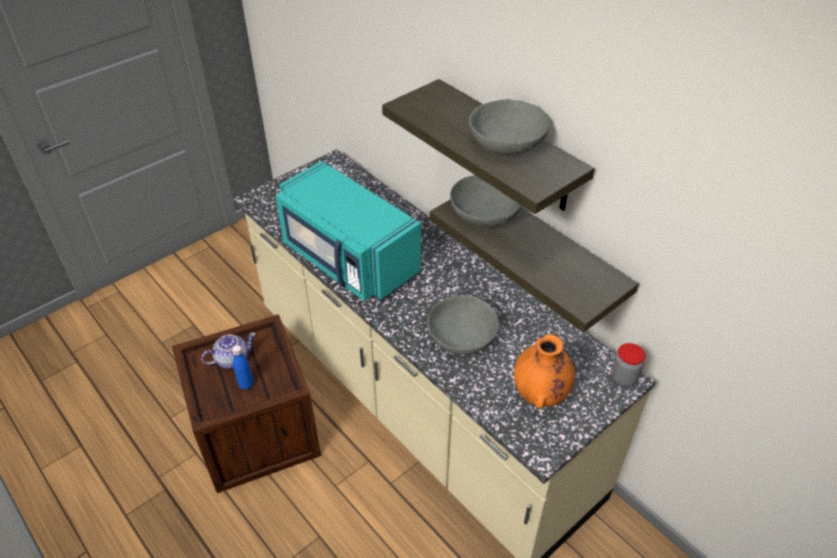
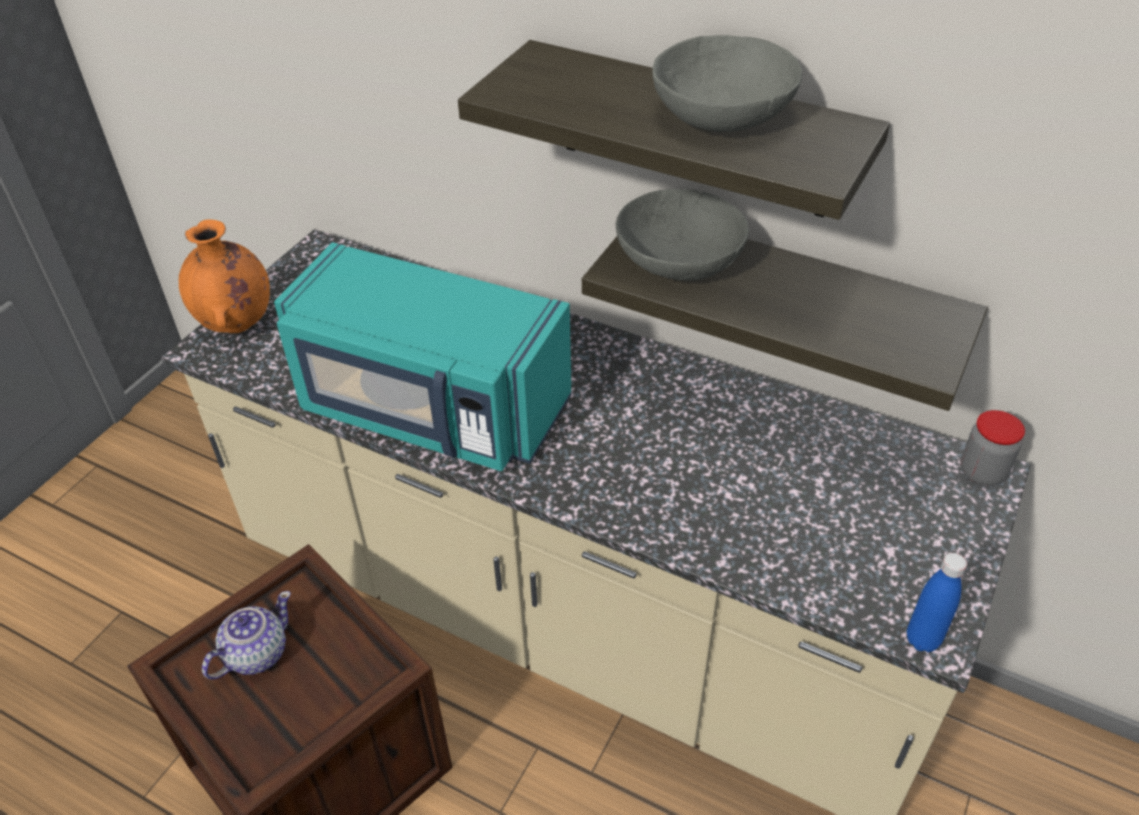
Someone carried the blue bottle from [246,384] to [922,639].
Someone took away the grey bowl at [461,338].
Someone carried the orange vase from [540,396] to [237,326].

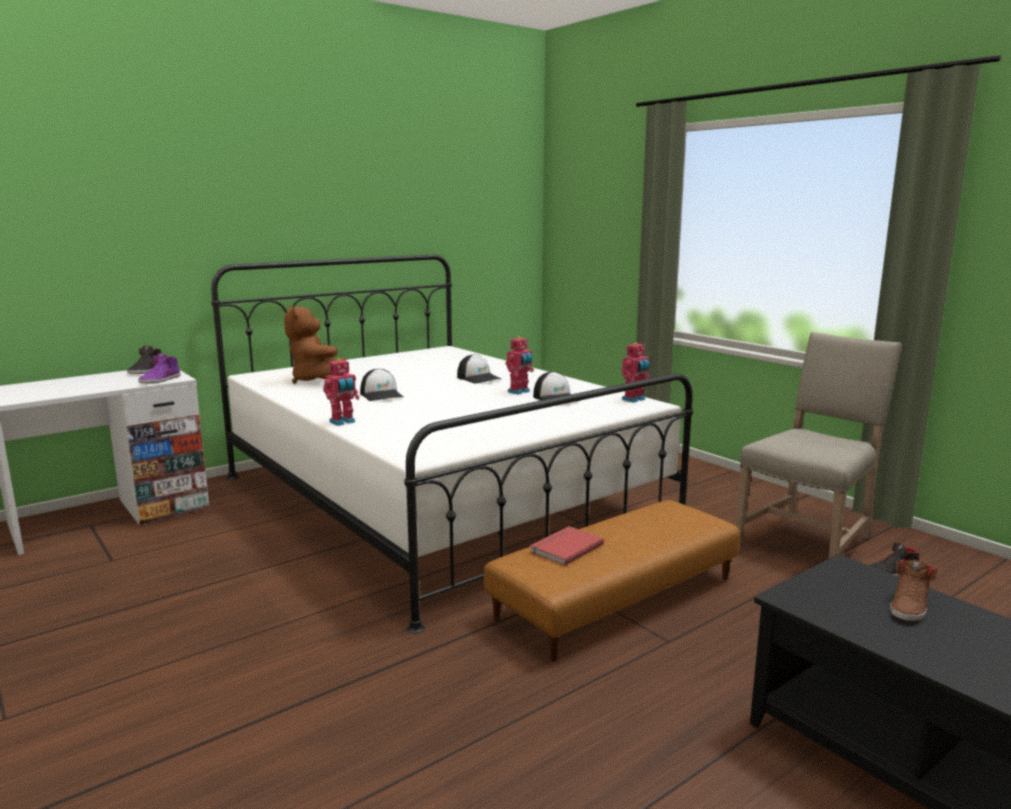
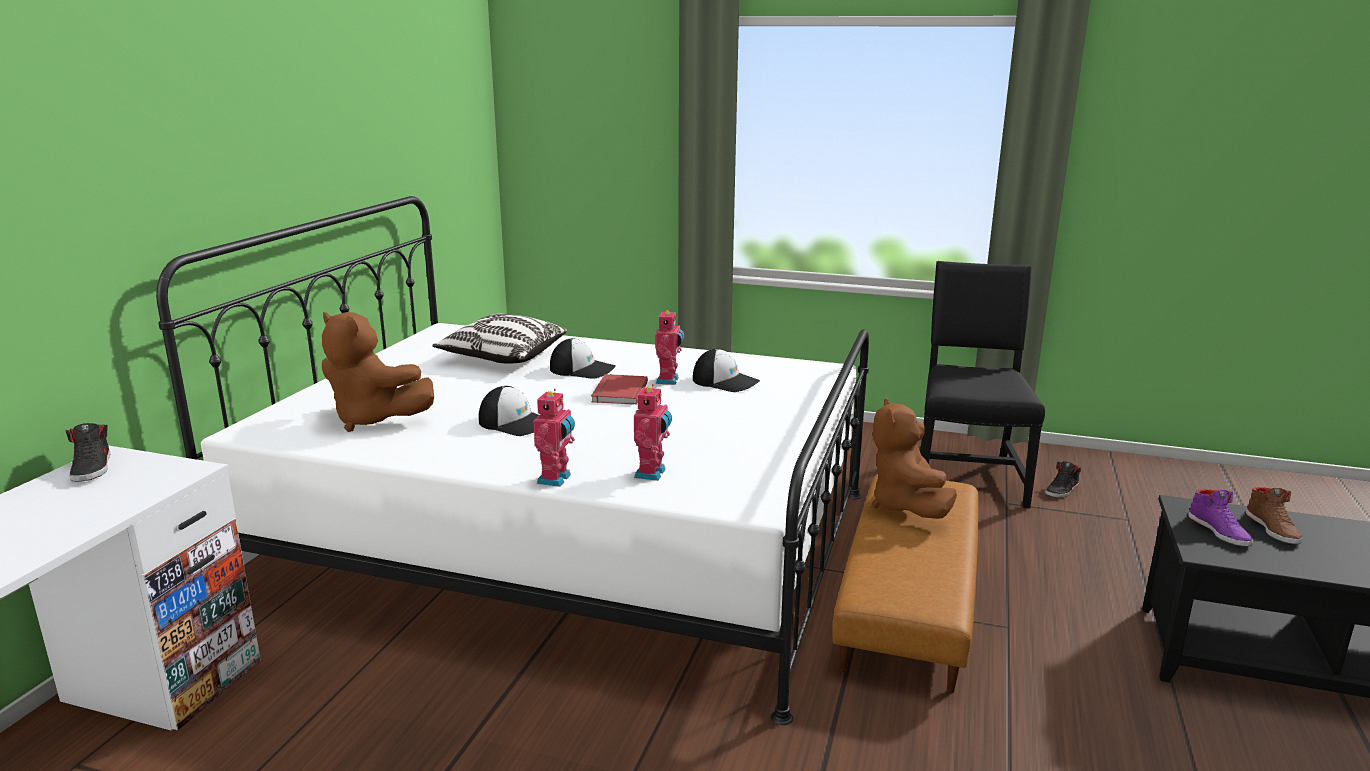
Someone carried the purple shoe from [160,380] to [1219,531].
Someone carried the red book from [565,547] to [617,392].
Someone carried the toy robot from [634,400] to [652,473].
Someone repainted the beige chair at [808,539], which became the black chair at [966,476].
Someone put down the pillow at [503,356].
Someone put down the brown plush toy at [906,506].

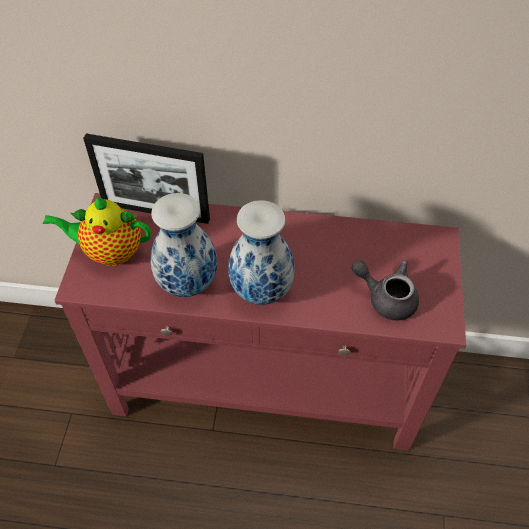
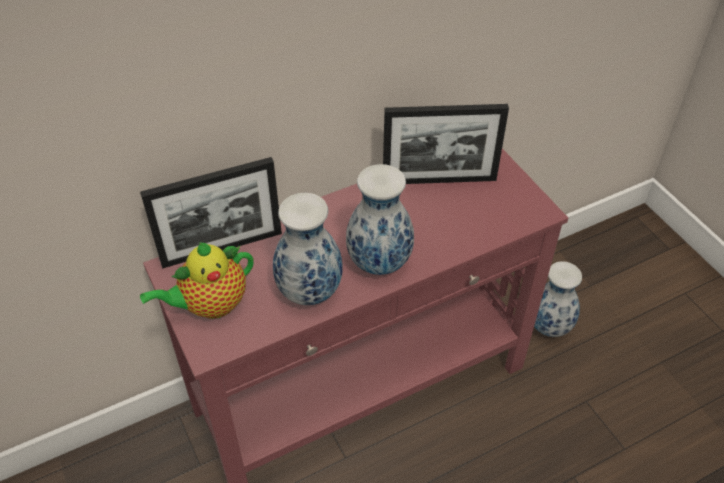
Someone took away the grey teapot at [386,298].
Someone put down the picture frame at [439,180].
Someone put down the vase at [550,327].

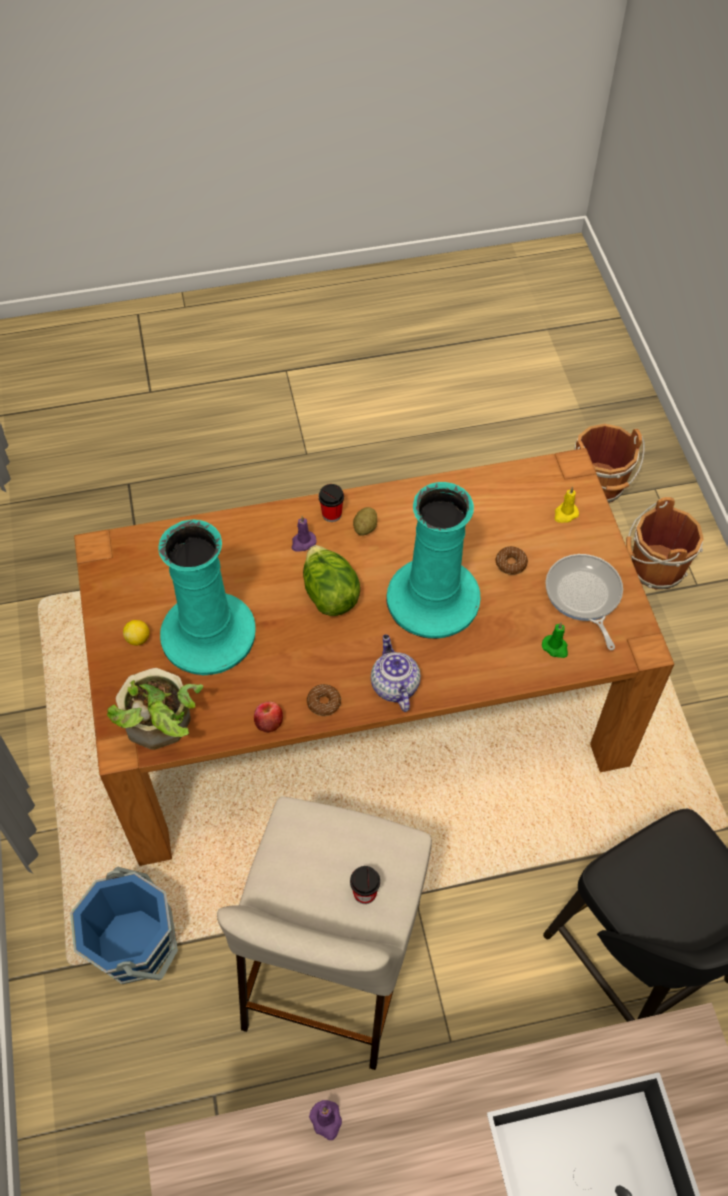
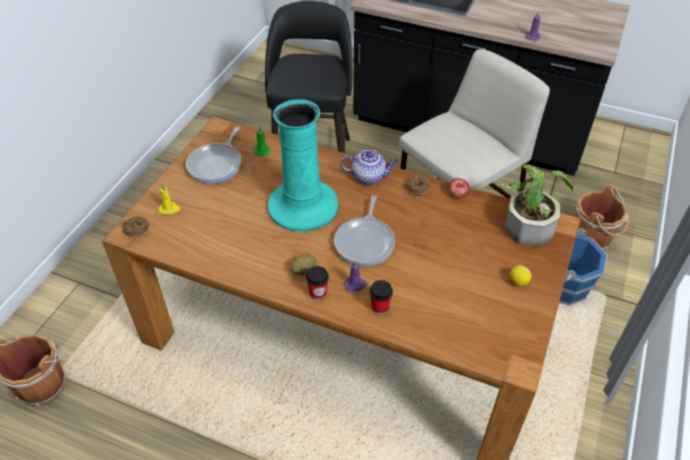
Someone took away the turquoise vase at [208,633].
Someone swapped the lettuce at [329,594] for the frying pan at [365,242].
Someone carried the cup from [365,893] to [380,307].
Someone rotated the teapot at [394,685] by 105 degrees counterclockwise.
Someone carried the donut from [511,563] to [136,230].
Someone carried the brown bucket from [654,568] to [592,238].

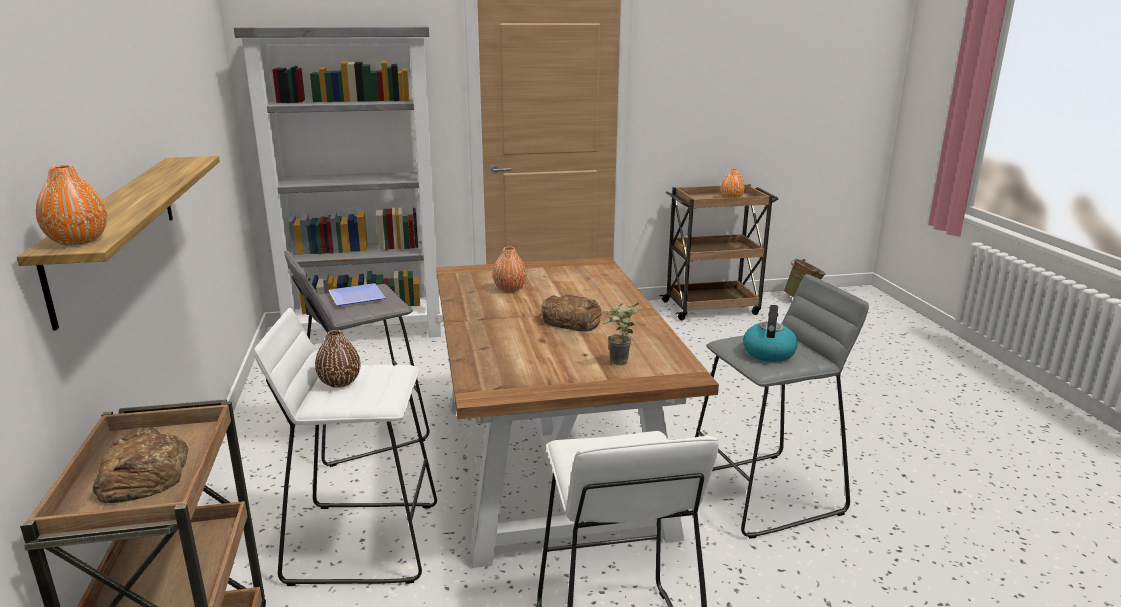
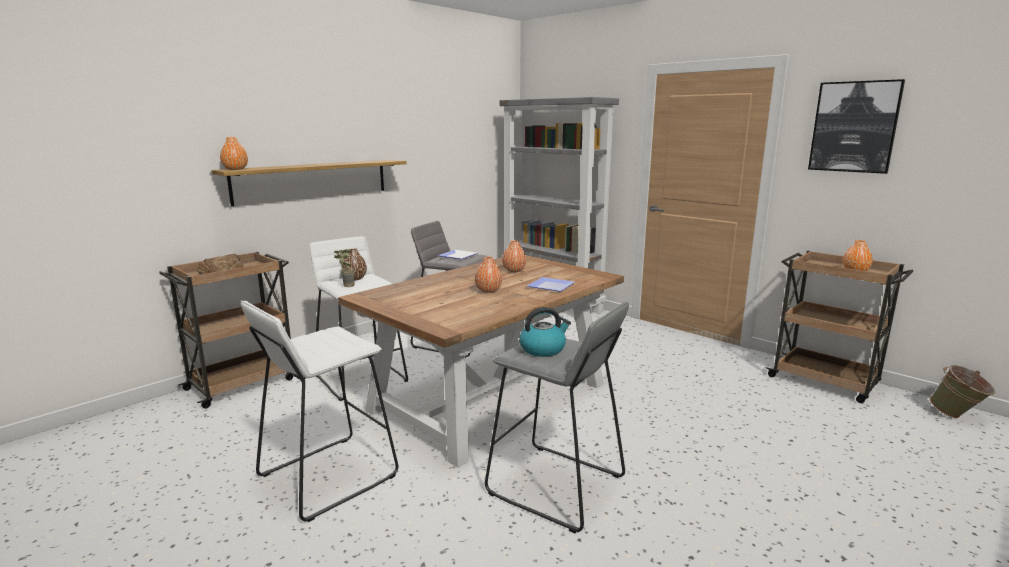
Someone swapped the bread at [571,320] for the orange vase at [488,290].
Someone carried the potted plant from [617,364] to [345,286].
Someone put down the plate at [551,287].
Someone put up the picture at [854,127].

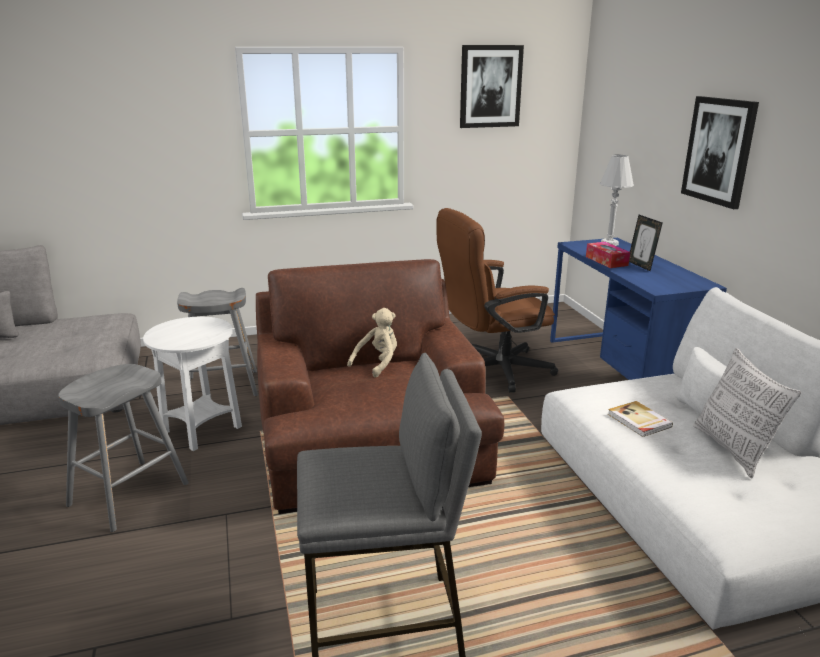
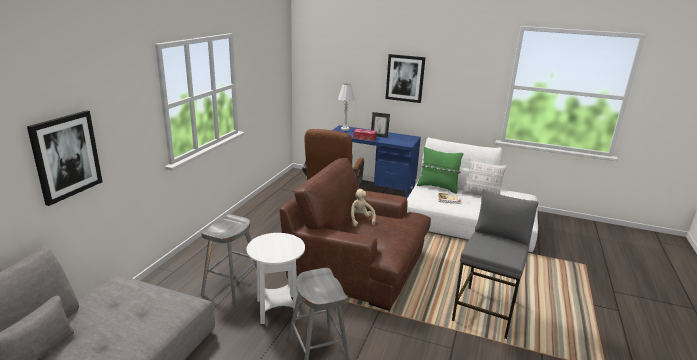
Someone carried the picture from [490,86] to [66,156].
Someone put down the green pillow at [438,187].

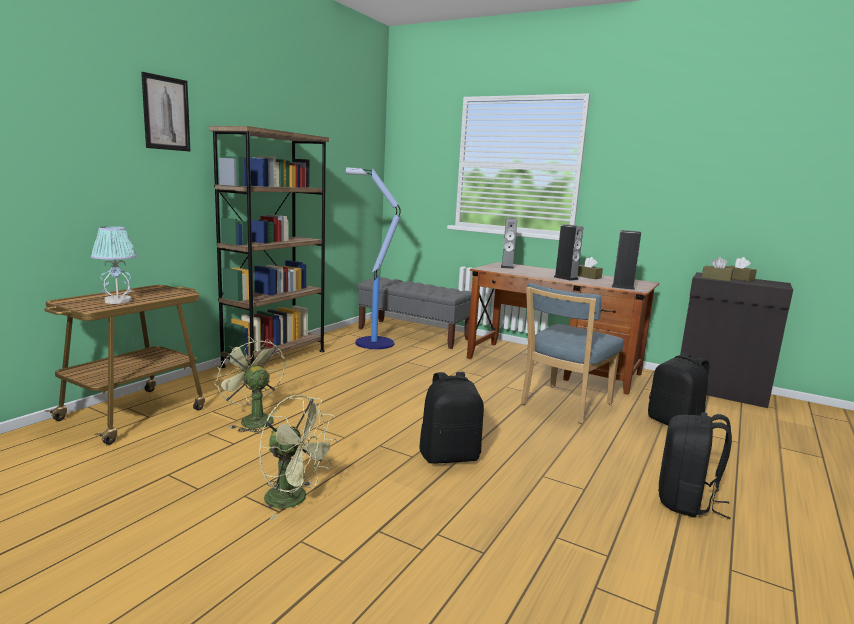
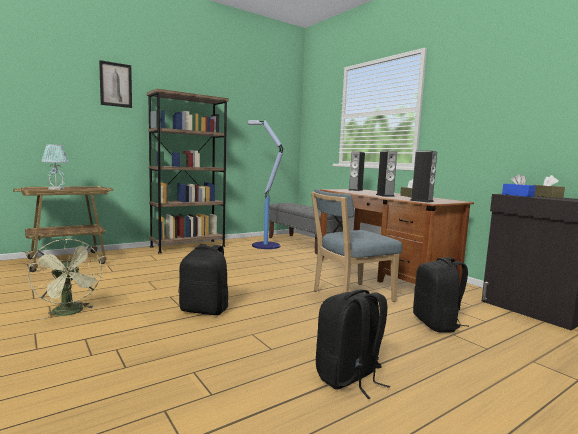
Someone took away the green fan at [252,420].
Someone repainted the brown tissue box at [716,278], which became the blue tissue box at [517,195].

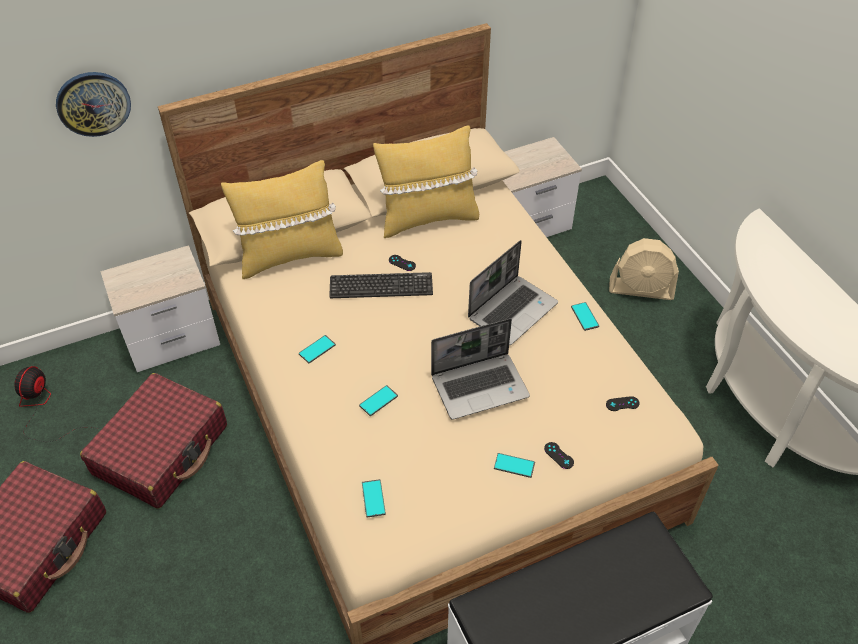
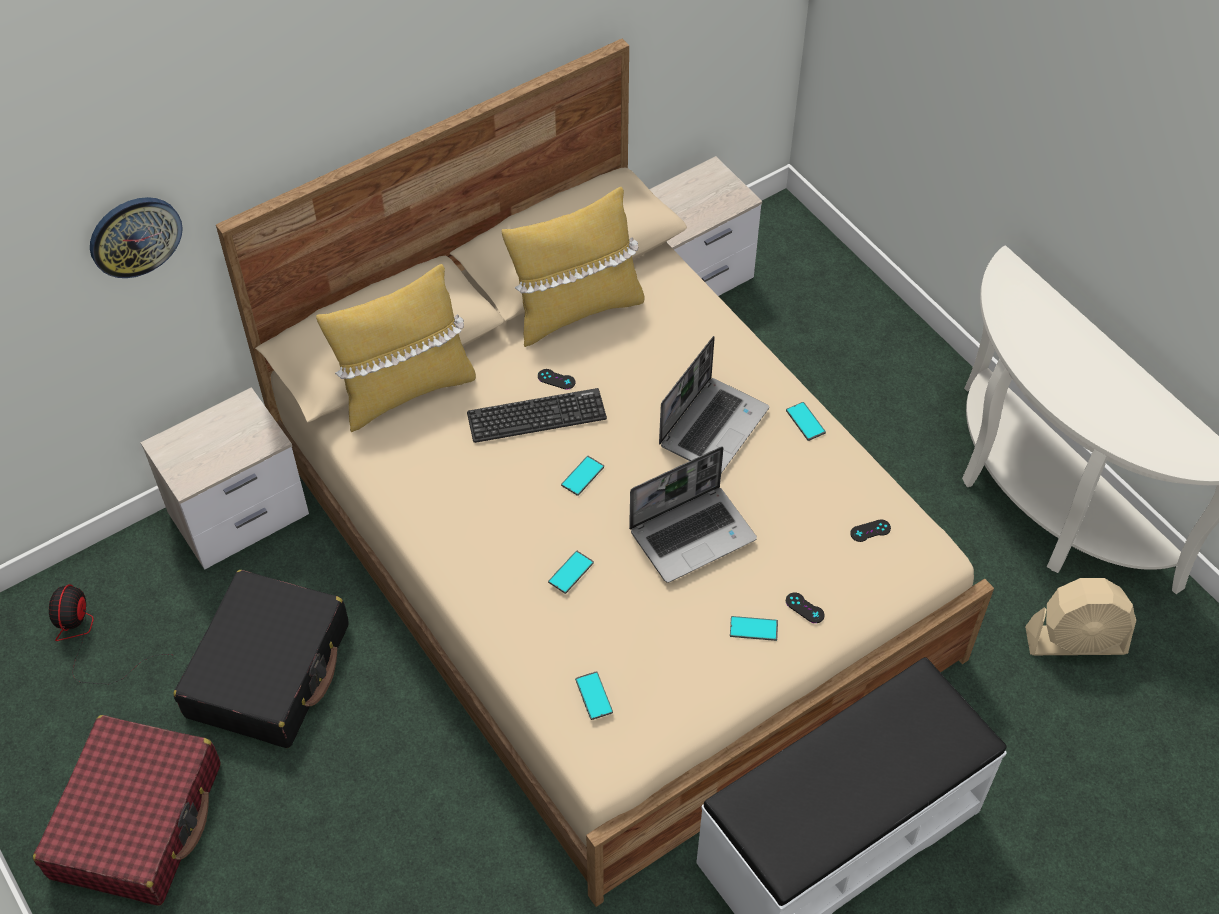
Someone repainted the red suitcase at [161,450], which became the black suitcase at [269,670].
Someone carried the phone from [317,349] to [582,476].
Someone carried the beige fan from [641,289] to [1076,641].

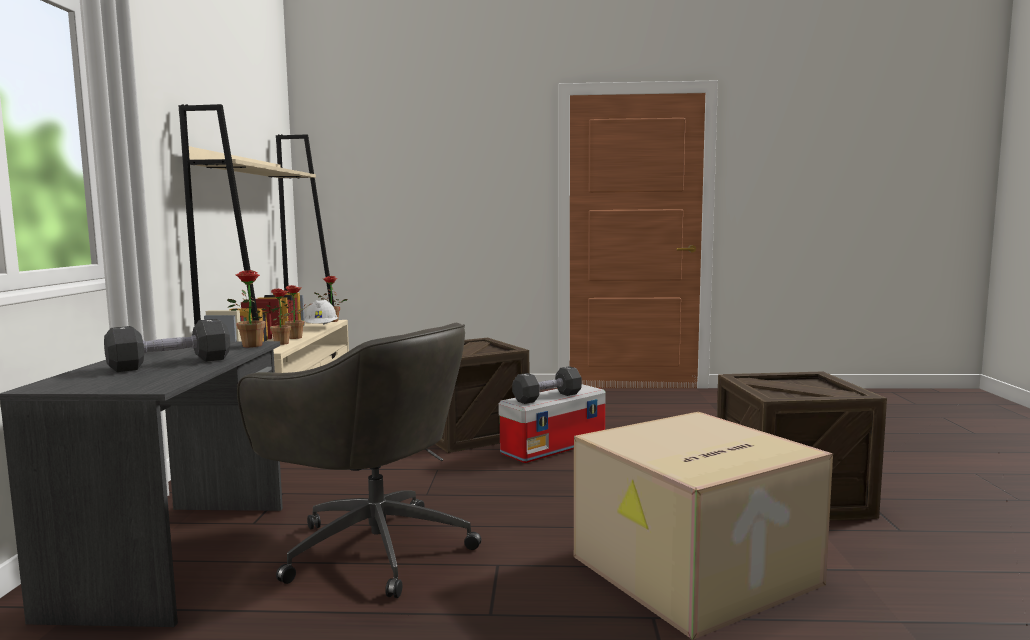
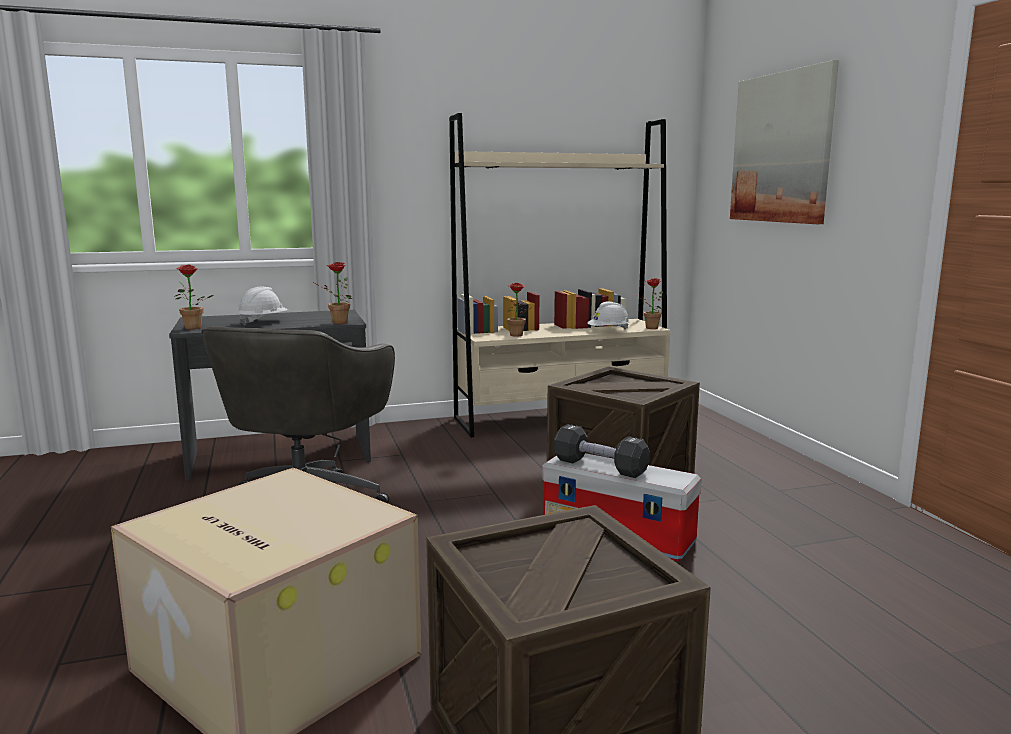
Someone swapped the black dumbbell at [170,364] for the white hard hat at [263,322].
Someone carried the potted plant from [298,337] to [193,328].
Someone put up the picture at [782,148].

